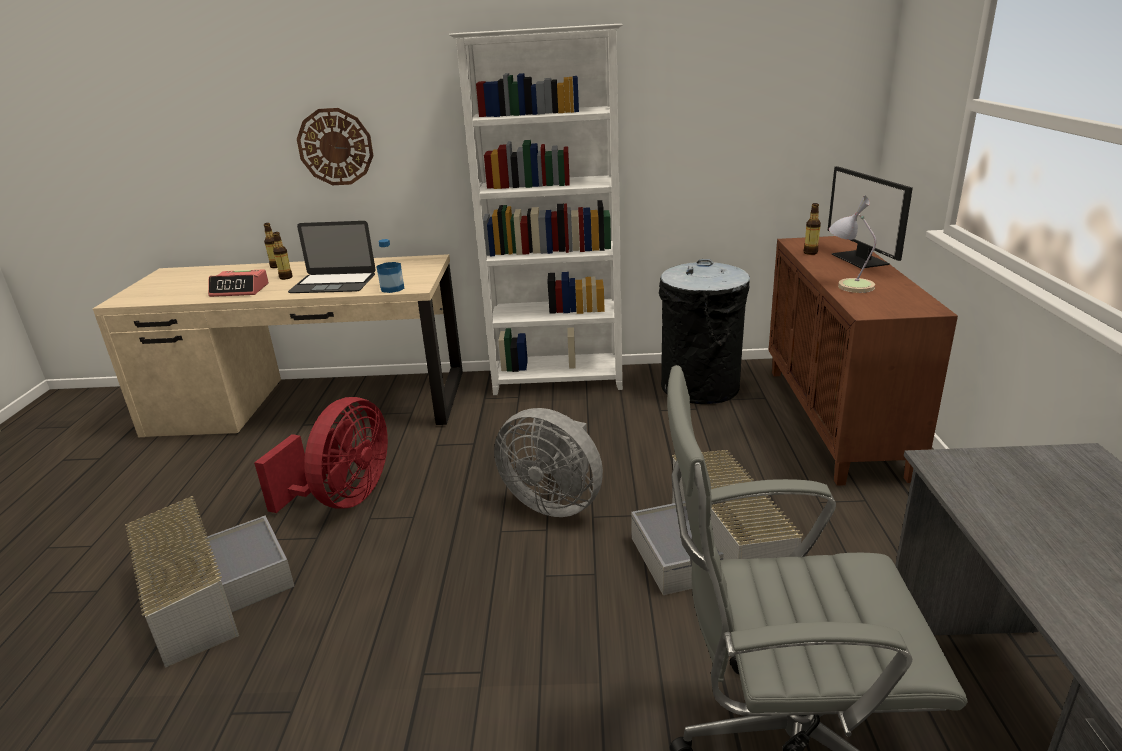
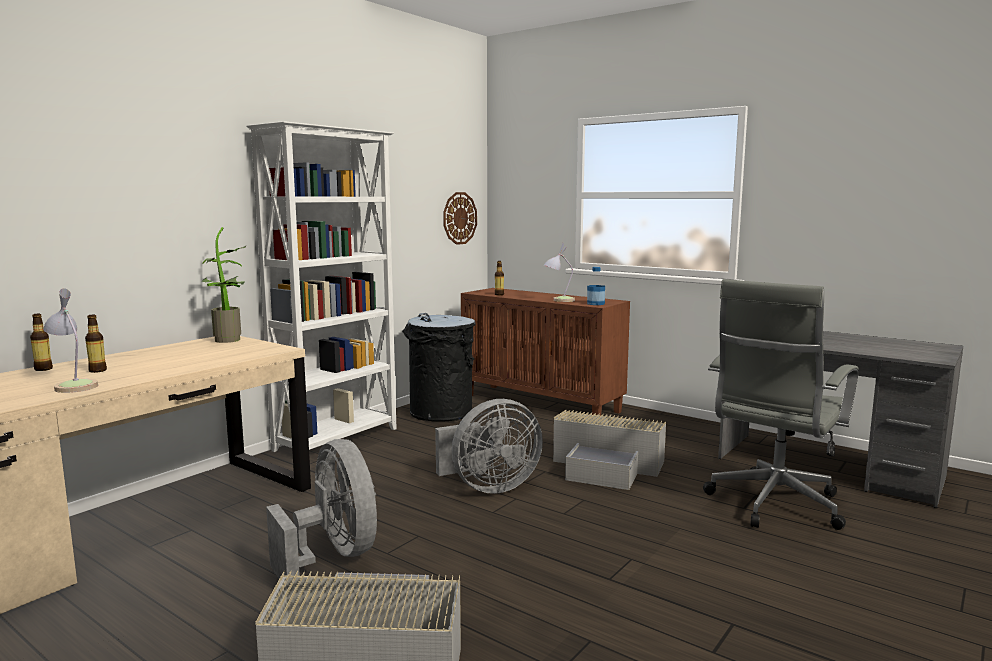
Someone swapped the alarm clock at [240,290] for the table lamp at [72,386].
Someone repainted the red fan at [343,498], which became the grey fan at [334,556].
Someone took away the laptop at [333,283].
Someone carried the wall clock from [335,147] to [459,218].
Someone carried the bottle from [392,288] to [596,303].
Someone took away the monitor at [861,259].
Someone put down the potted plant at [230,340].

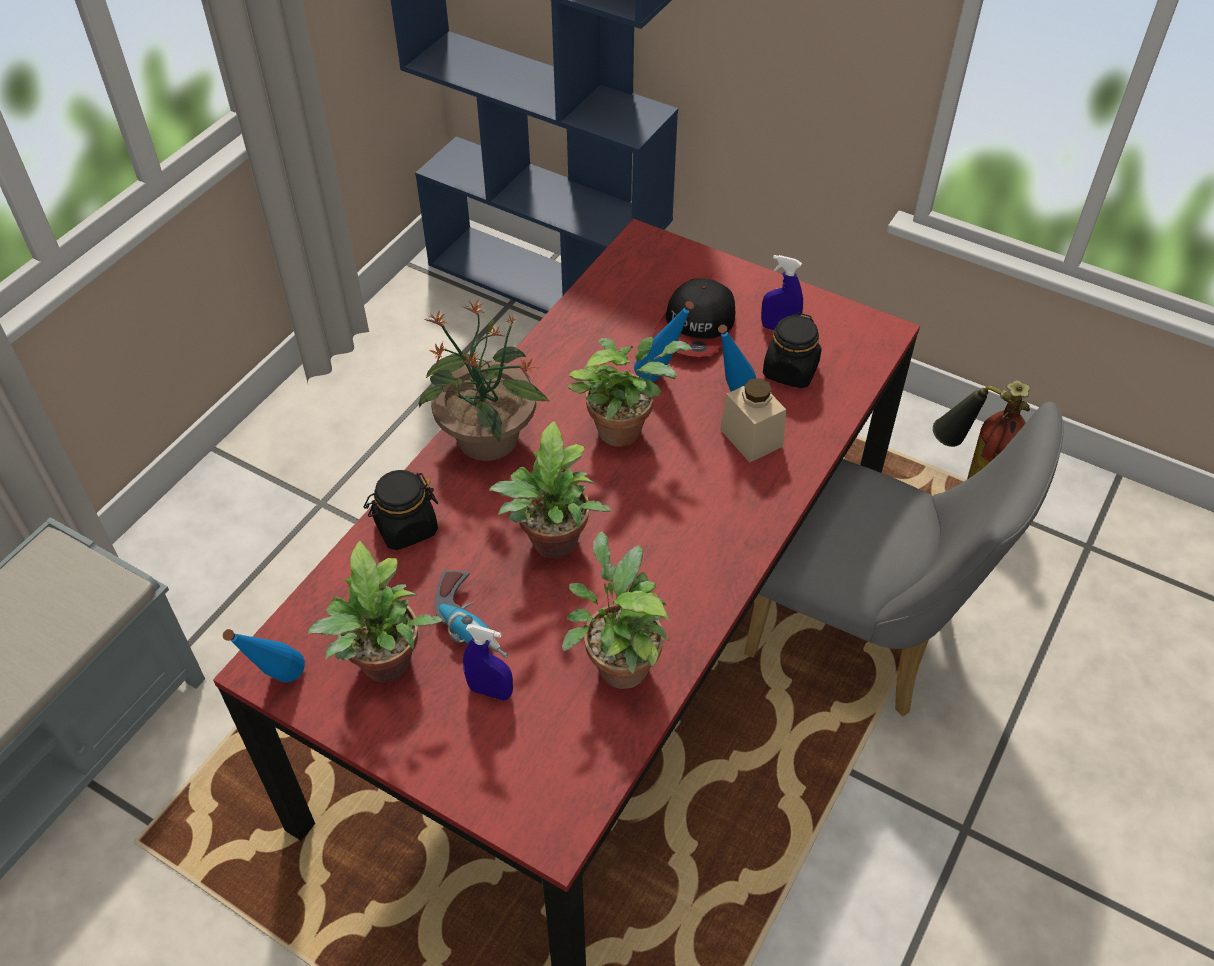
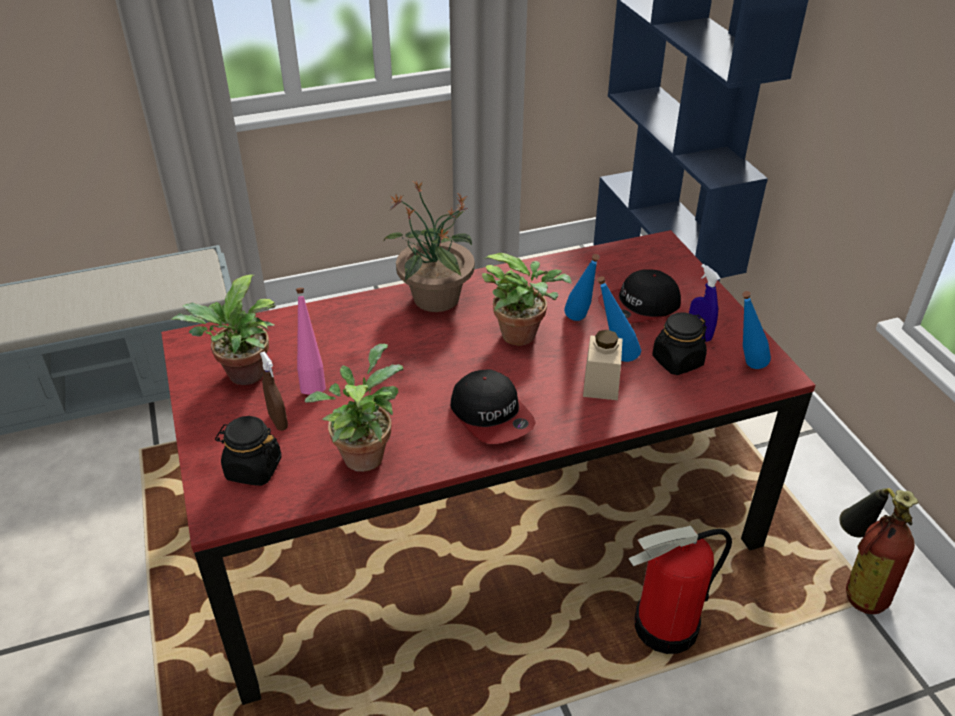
Someone carried the blue bottle from [278,685] to [745,367].
Someone carried the black jar from [406,527] to [253,469].
Someone swapped the power drill at [473,622] for the pink bottle at [313,383].
Someone repainted the blue spray bottle at [490,691], which became the brown spray bottle at [278,421].
Someone took away the potted plant at [553,546].
Someone swapped the grey chair at [866,637] for the fire extinguisher at [666,628].
Someone put down the cap at [492,415].

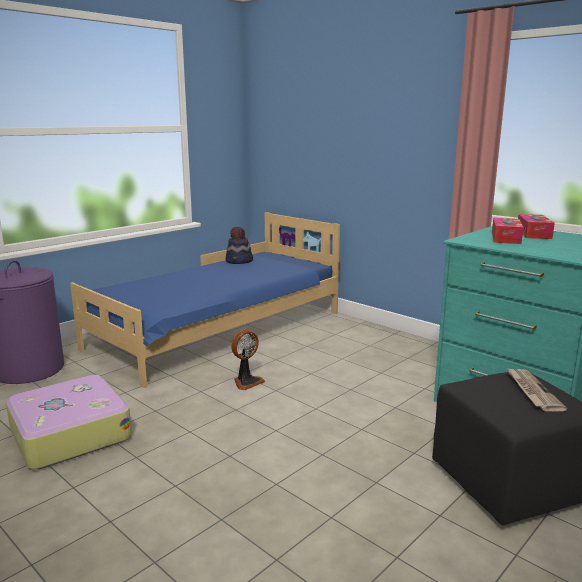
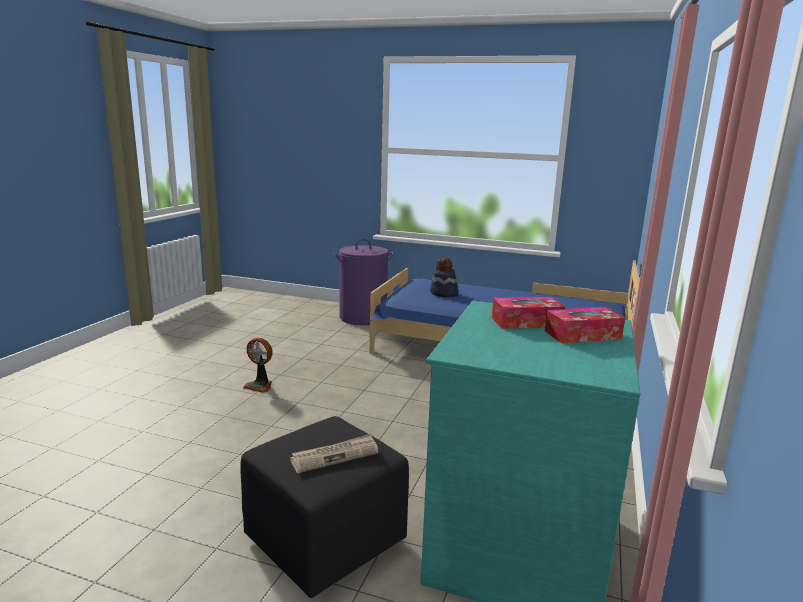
Someone took away the suitcase at [69,434].
Someone carried the hat from [239,261] to [443,294].
Someone carried the fan from [246,382] to [260,386].

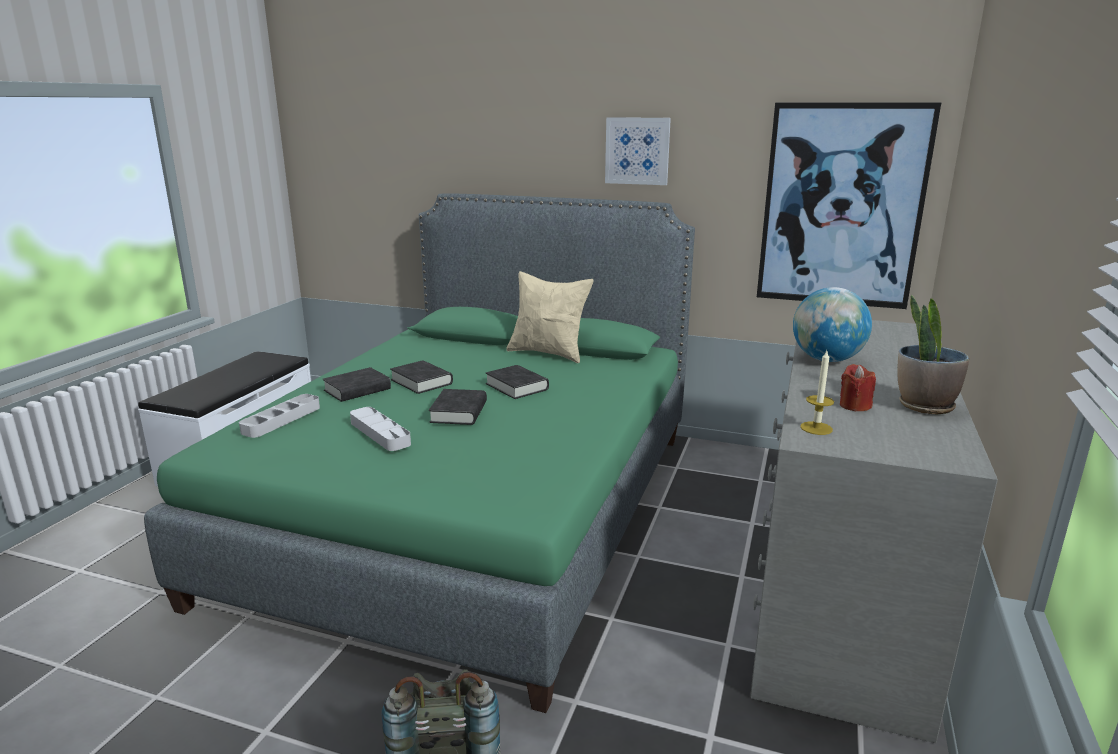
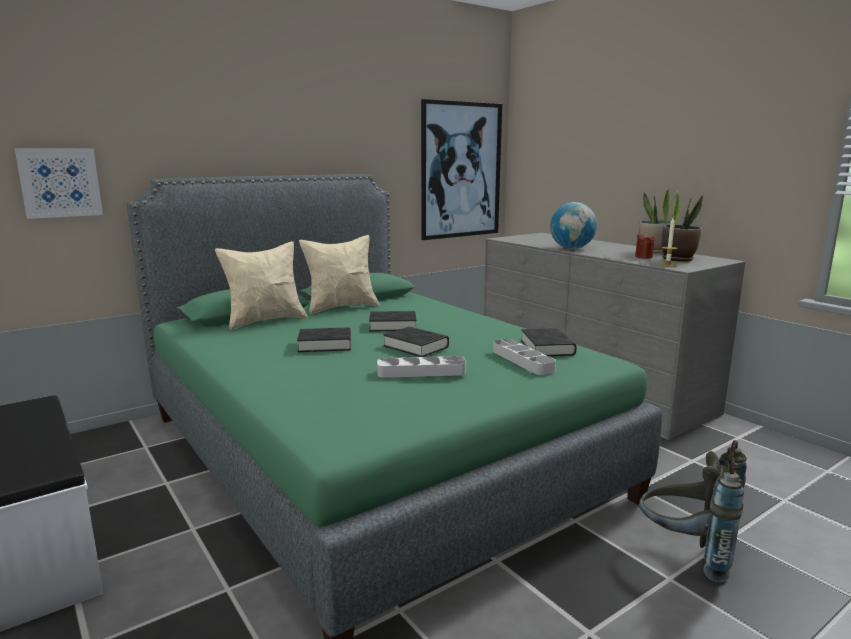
Someone carried the grey tray from [281,420] to [522,361].
Someone carried the black book from [357,390] to [547,348].
Someone carried the picture from [637,151] to [60,182].
Someone put down the beige pillow at [265,321].
Someone put down the potted plant at [678,259].

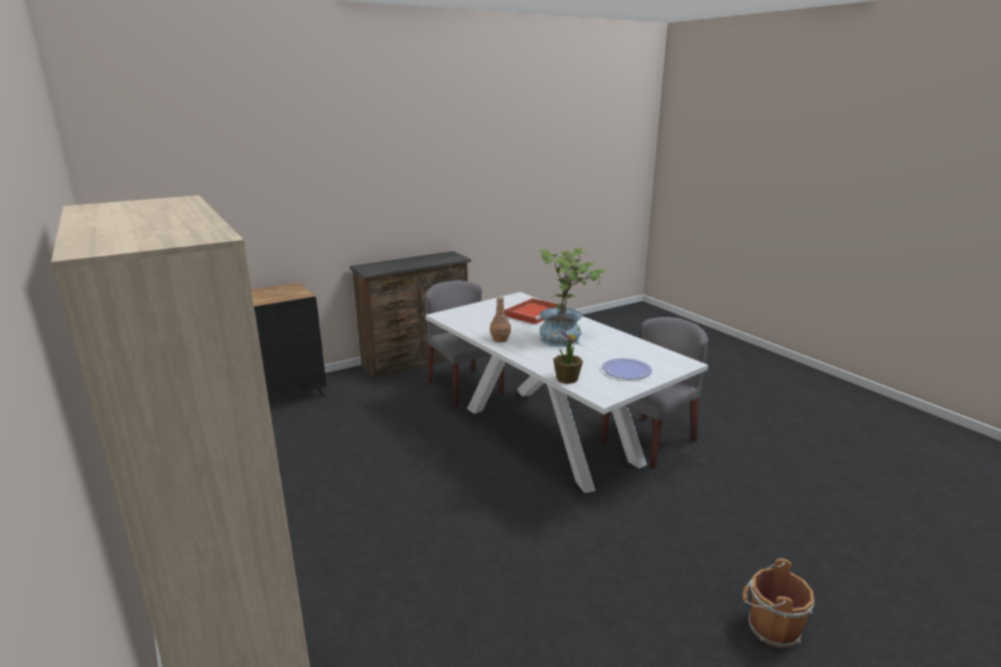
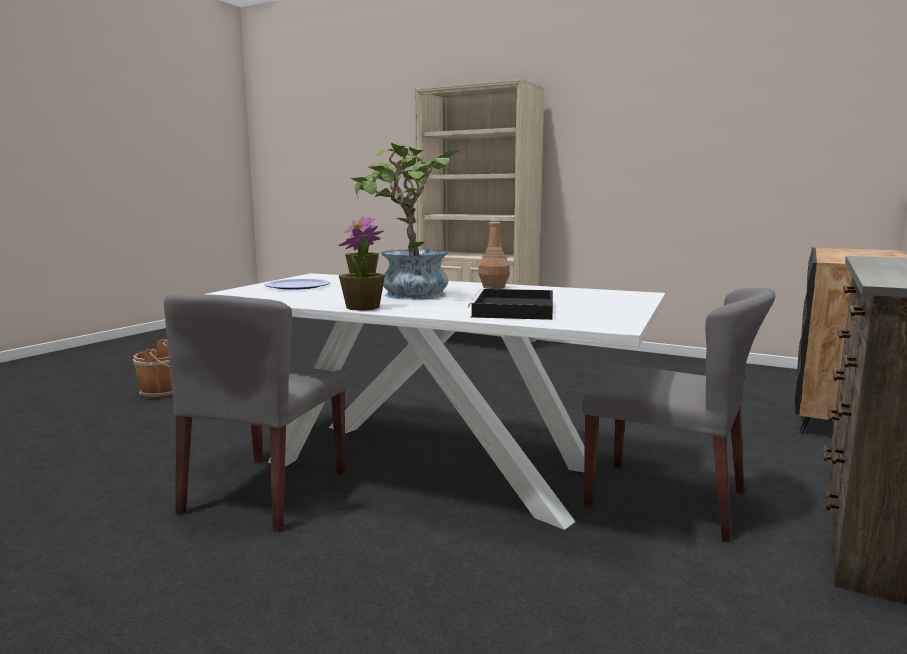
Someone repainted the red tray at [534,313], which became the black tray at [514,310].
Someone put down the potted plant at [362,307].

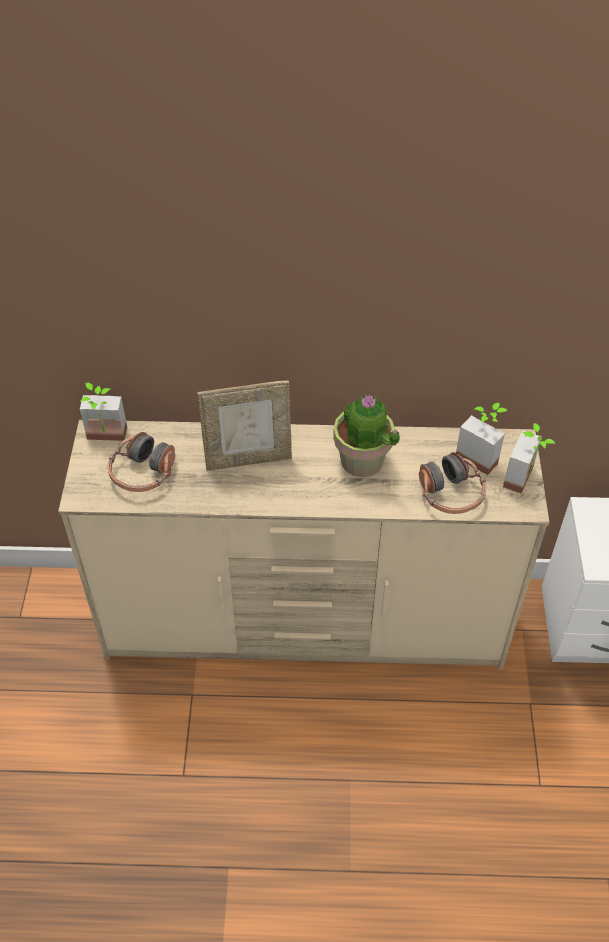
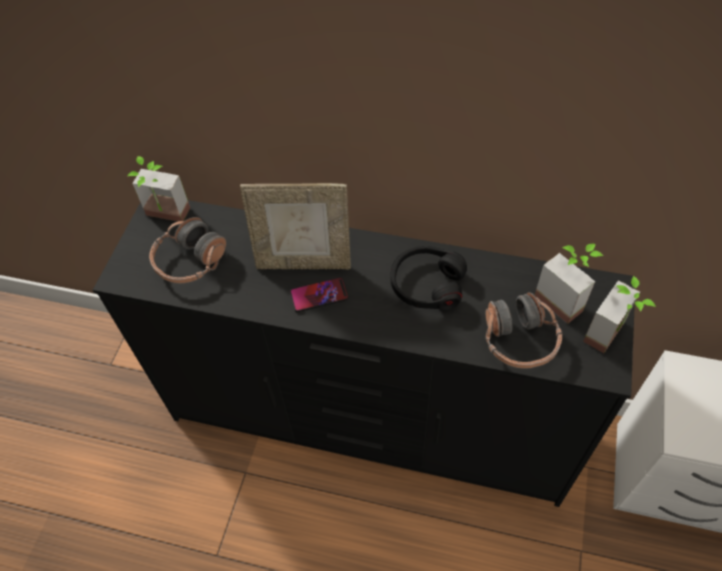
Someone repainted the beige dresser at [305,623], which became the black dresser at [370,420].
Someone swapped the potted plant at [362,461] for the black headphones at [427,284].
Someone put down the phone at [319,295].

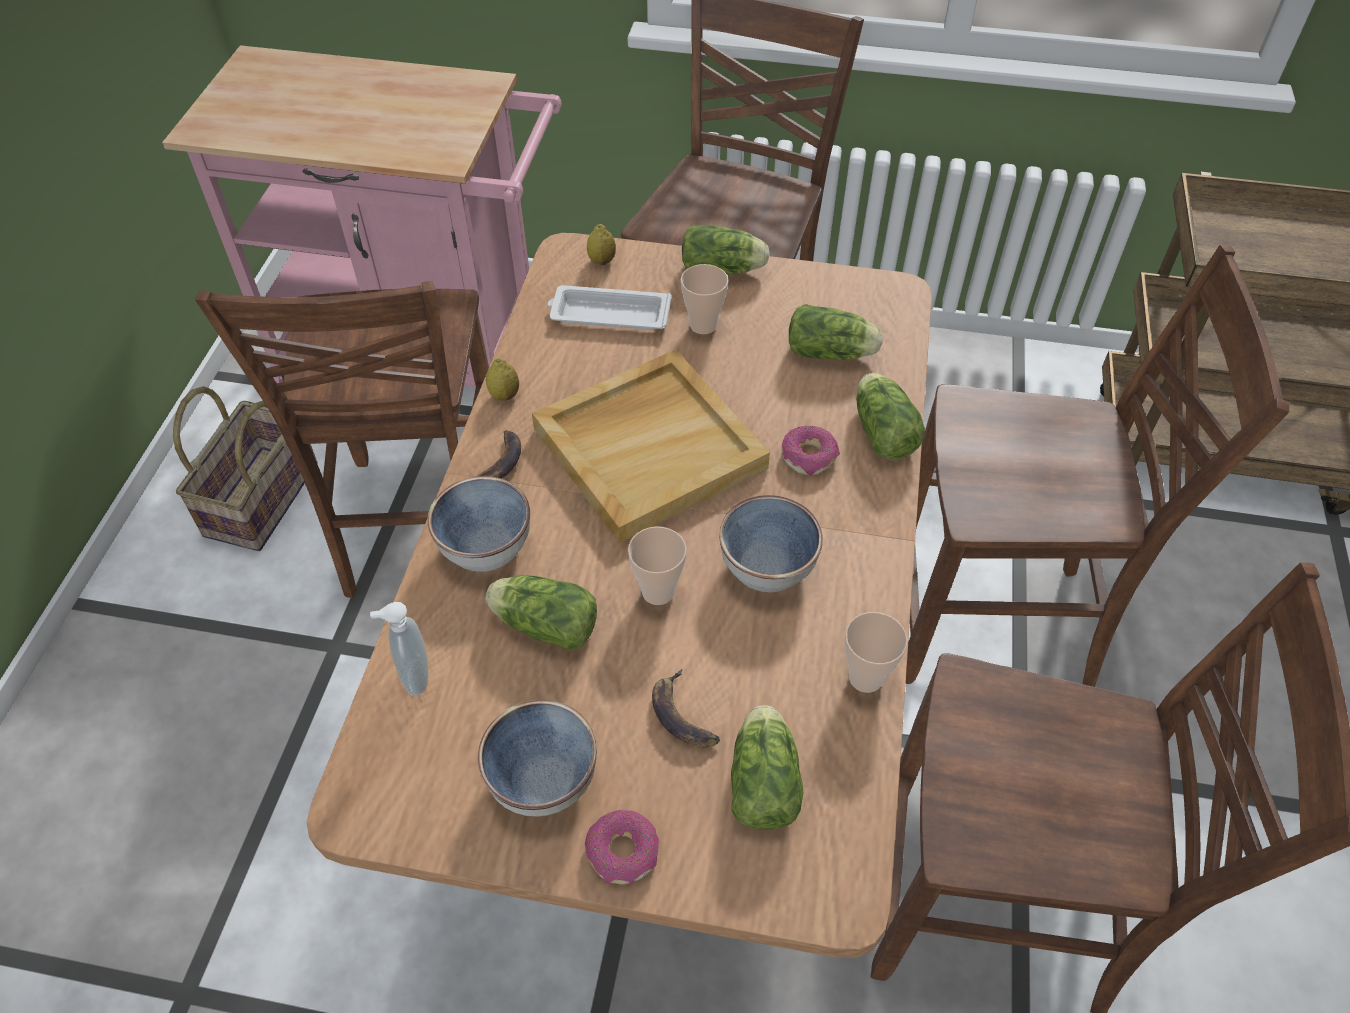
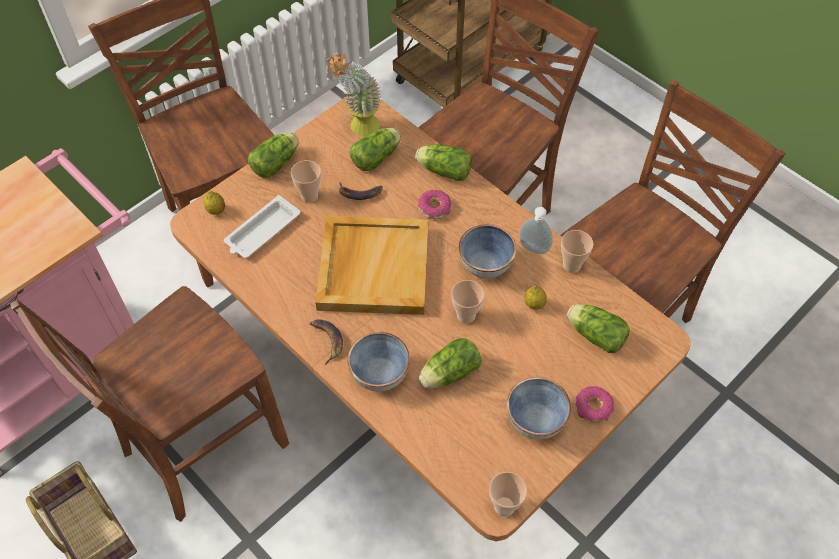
Someone rotated the brown chair at [422,526] by 105 degrees clockwise.
Someone carried the soap dispenser from [414,676] to [533,250].
Someone carried the lemon from [504,395] to [534,304].
Someone carried the banana from [683,715] to [360,192].
Someone put down the potted plant at [358,129].
Someone put down the cup at [504,506].

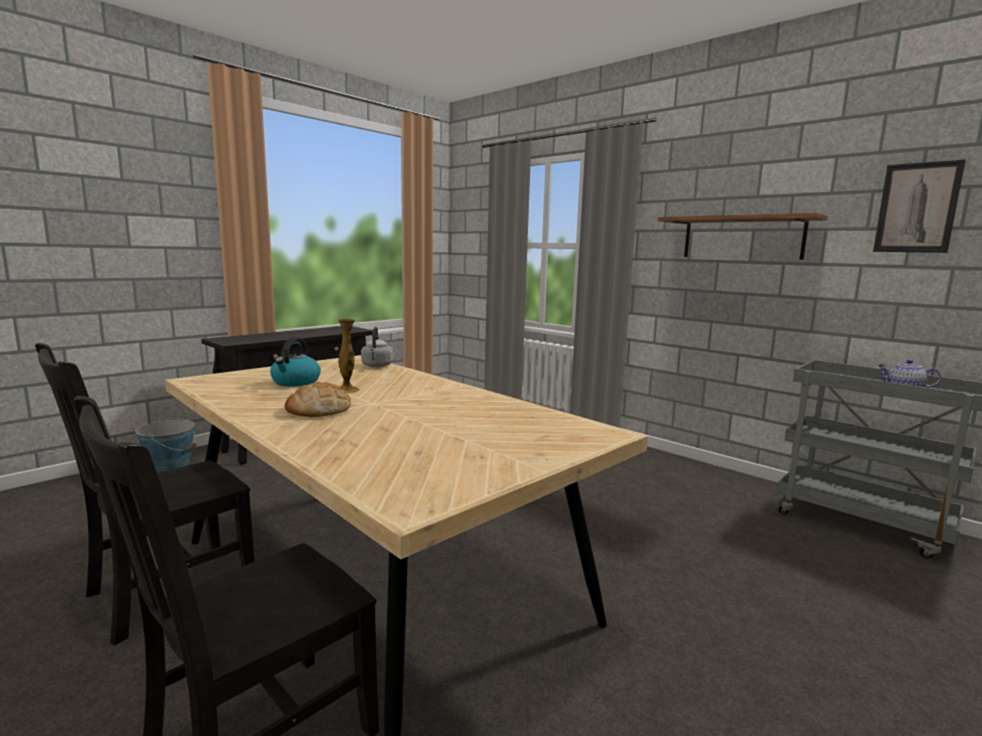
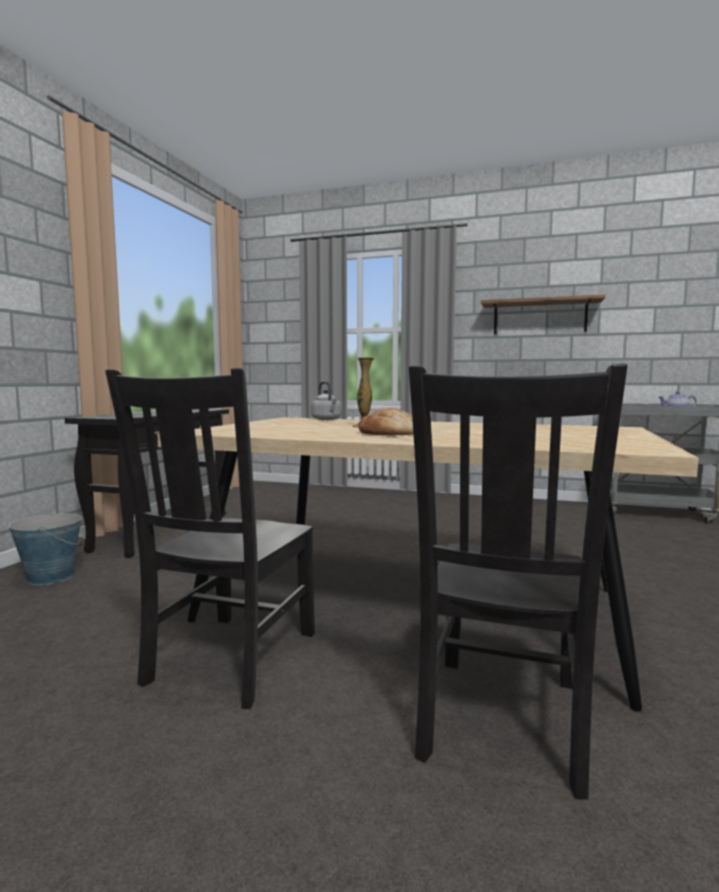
Someone took away the kettle at [296,382].
Someone took away the picture at [917,208].

